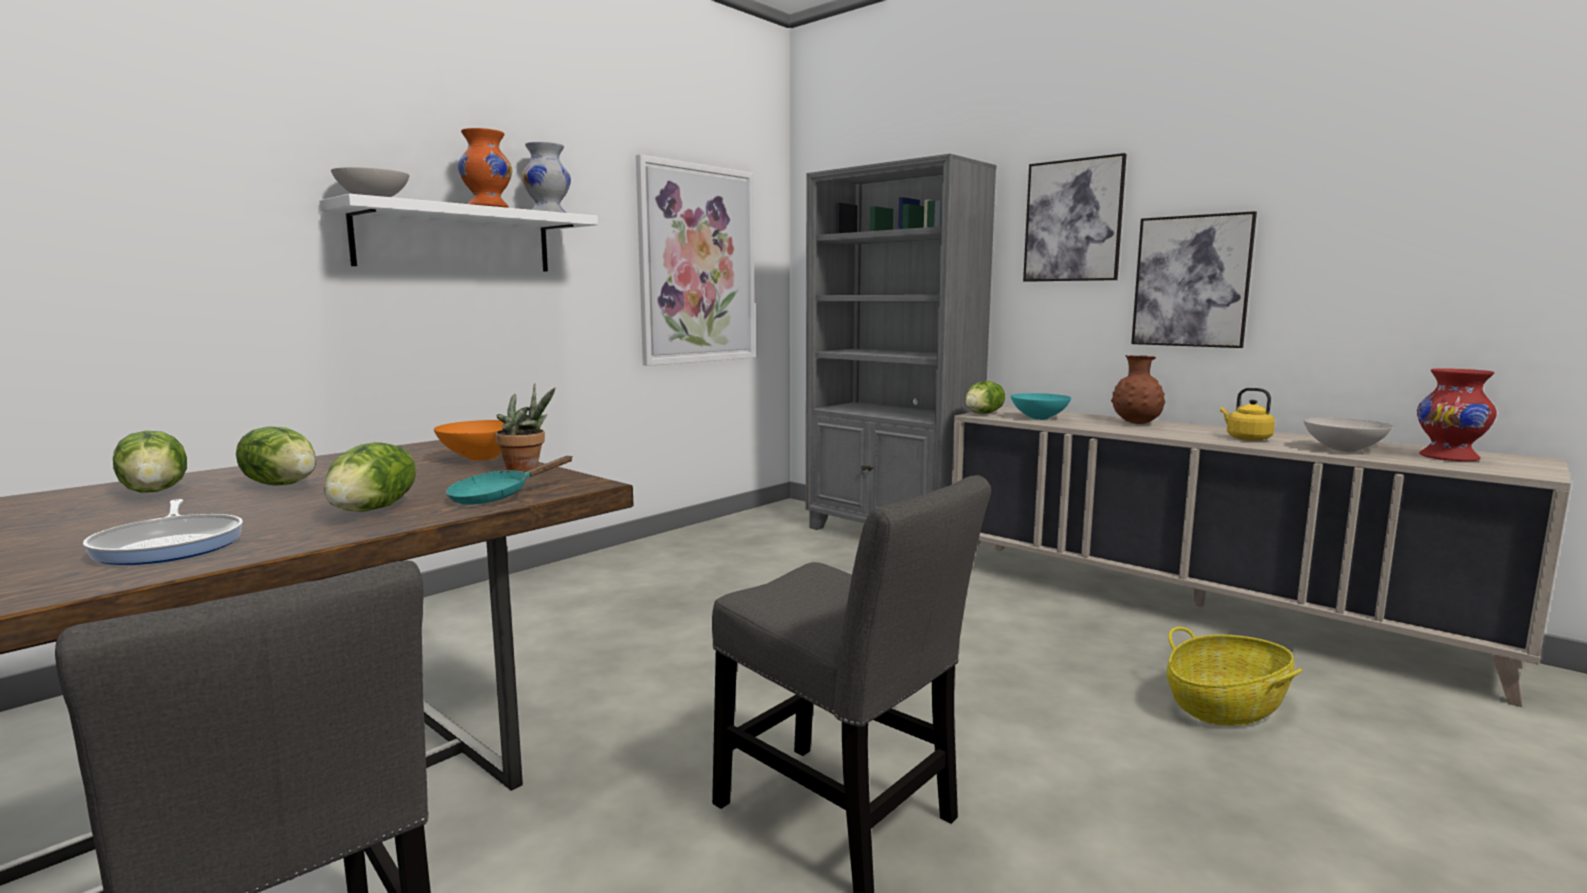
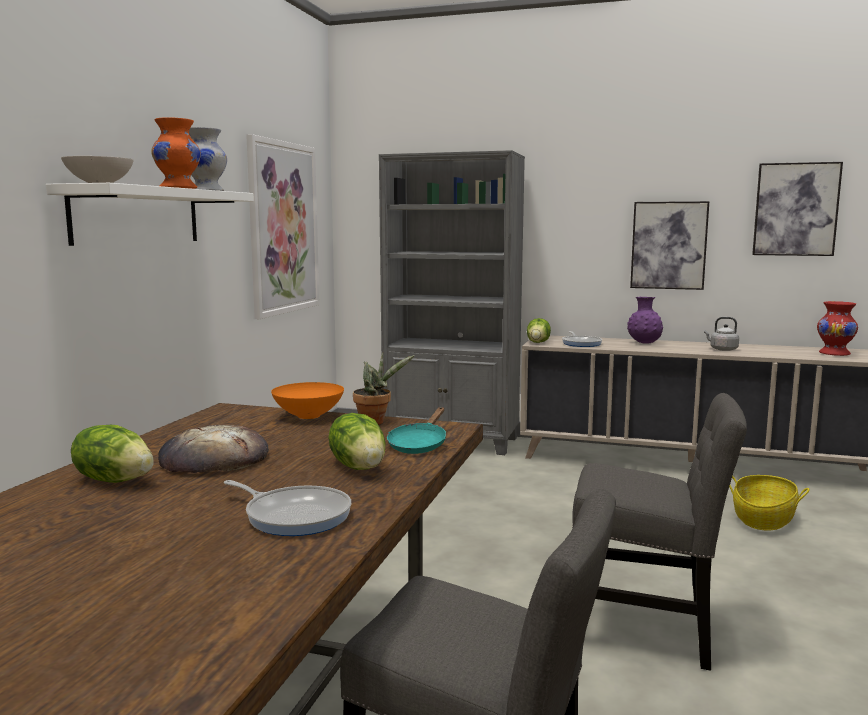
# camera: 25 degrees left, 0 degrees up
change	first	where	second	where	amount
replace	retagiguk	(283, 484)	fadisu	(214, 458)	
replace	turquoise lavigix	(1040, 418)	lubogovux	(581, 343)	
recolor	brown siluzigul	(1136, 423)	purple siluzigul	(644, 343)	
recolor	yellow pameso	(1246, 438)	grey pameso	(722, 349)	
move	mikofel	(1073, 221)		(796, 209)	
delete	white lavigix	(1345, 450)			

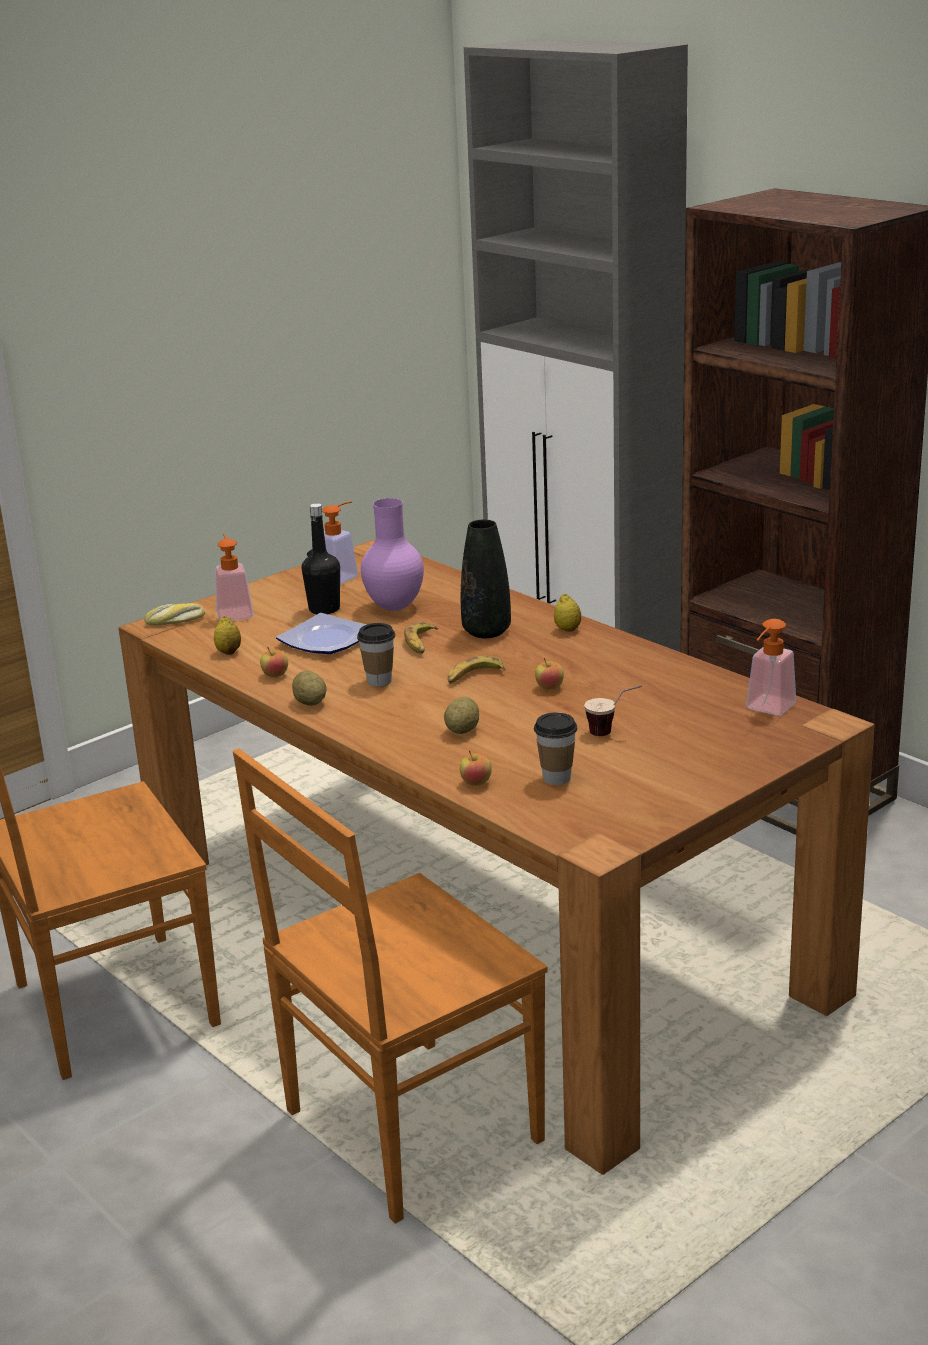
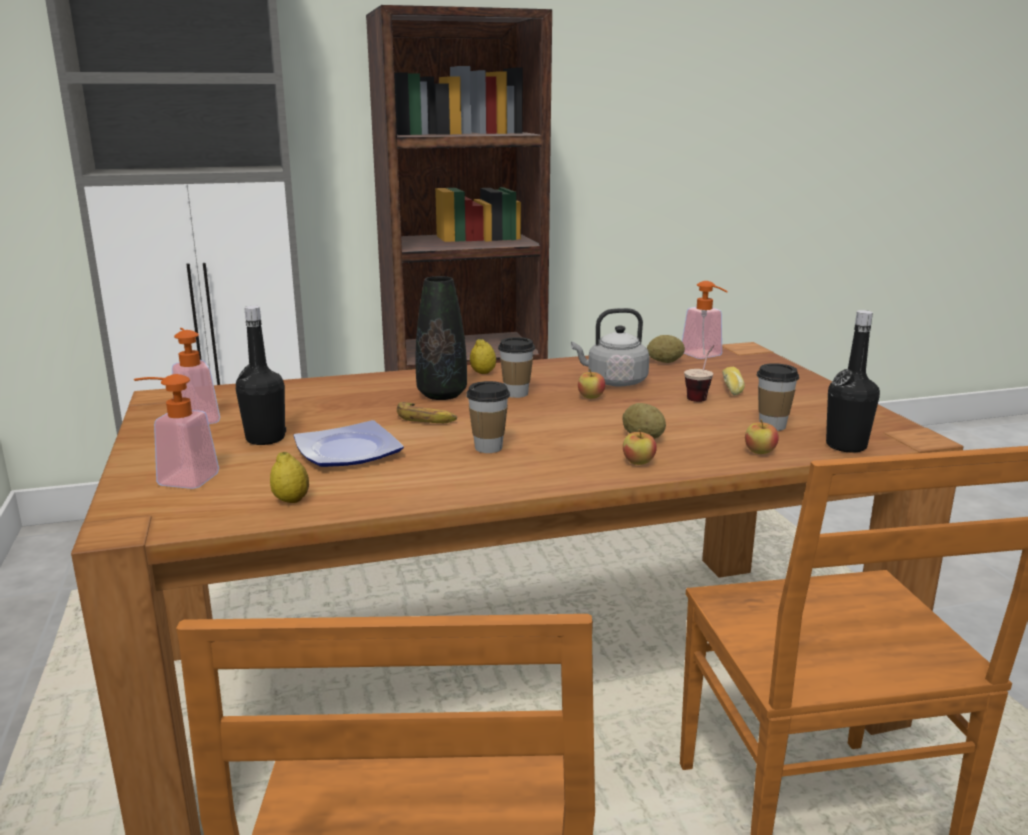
# camera: 65 degrees left, 5 degrees down
change	first	where	second	where	amount
insert			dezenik	(516, 394)	
insert			grey pameso	(613, 382)	
move	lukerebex	(275, 675)		(638, 462)	
move	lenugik	(310, 702)		(664, 362)	
move	fadisu	(175, 621)		(733, 387)	
insert			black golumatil	(846, 446)	
delete	purple siluzigul	(396, 607)			
delete	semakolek	(474, 676)			

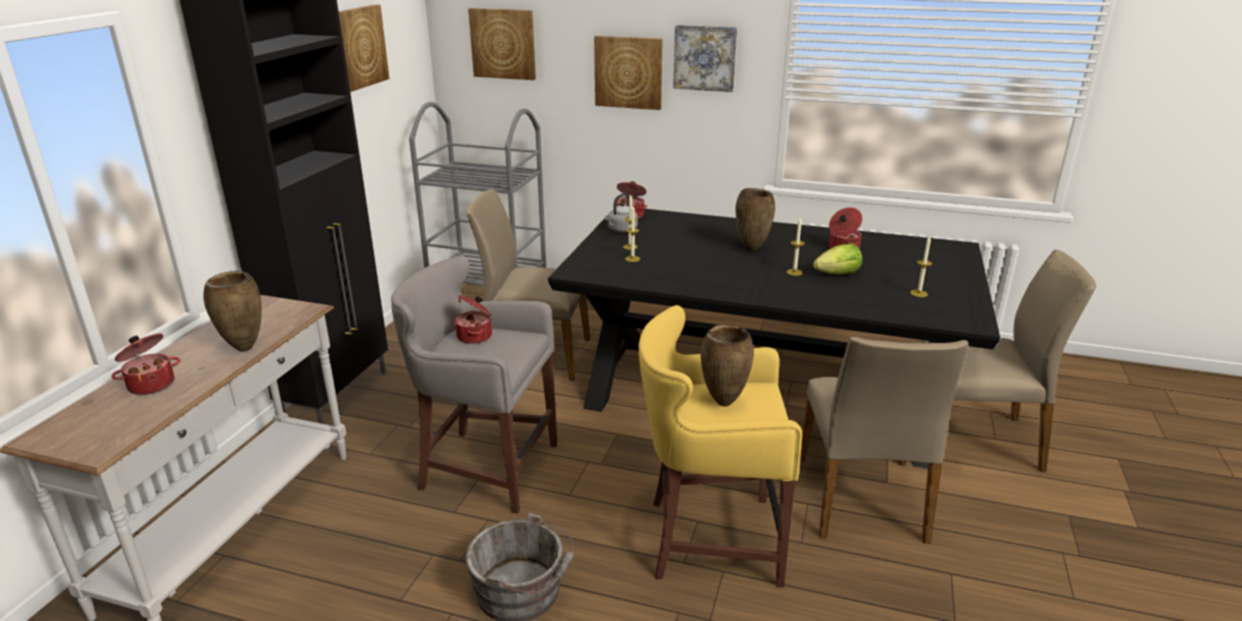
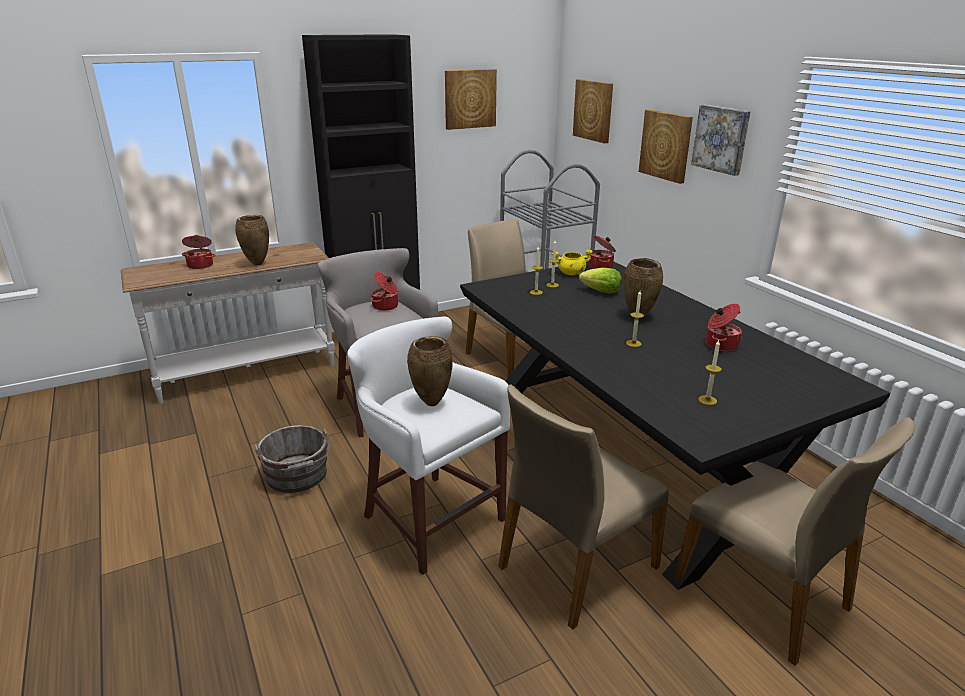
# camera: 45 degrees right, 0 degrees up
change	first	where	second	where	amount
recolor	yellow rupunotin	(709, 539)	white rupunotin	(429, 517)	
replace	grey pameso	(621, 230)	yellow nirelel	(571, 273)	
move	retagiguk	(838, 274)		(601, 292)	

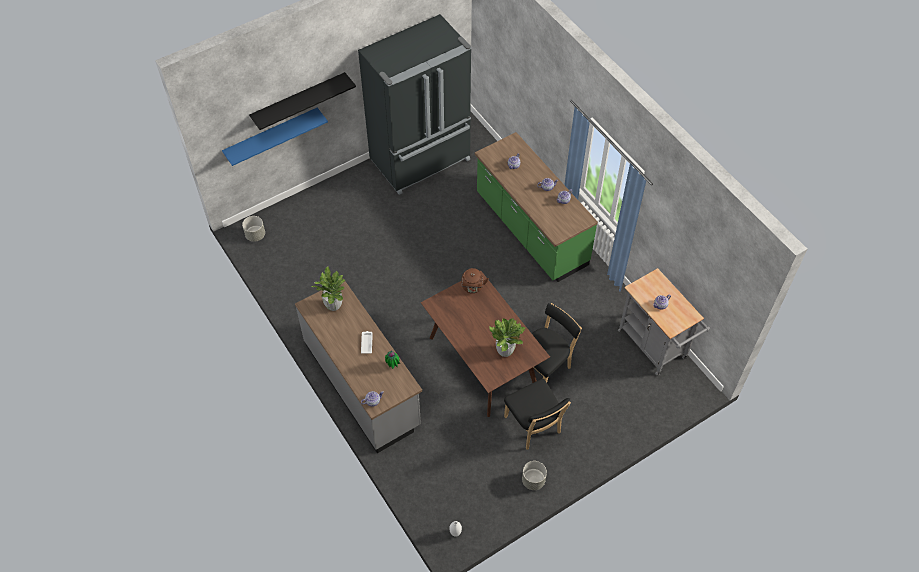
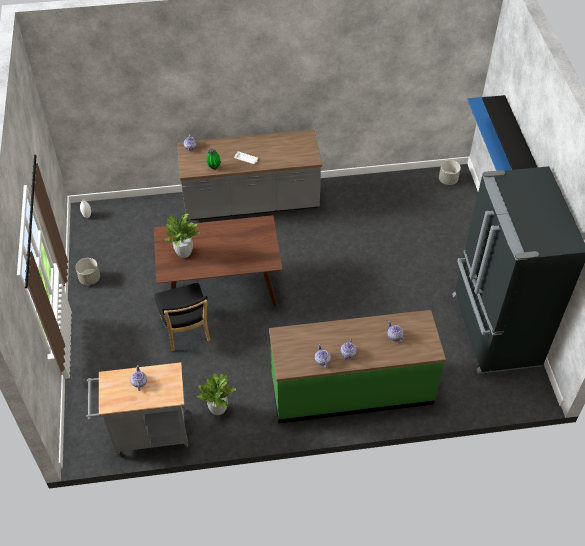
# camera: 115 degrees right, 5 degrees down
change	first	where	second	where	amount
move	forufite	(333, 305)		(218, 409)	
delete	brown pameso	(472, 287)			
delete	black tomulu	(533, 427)			

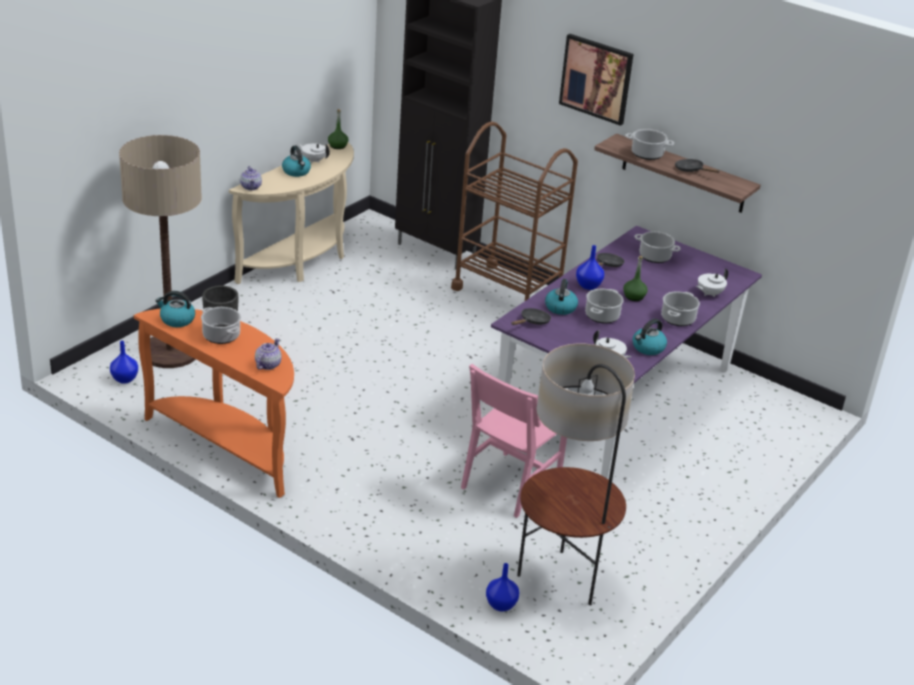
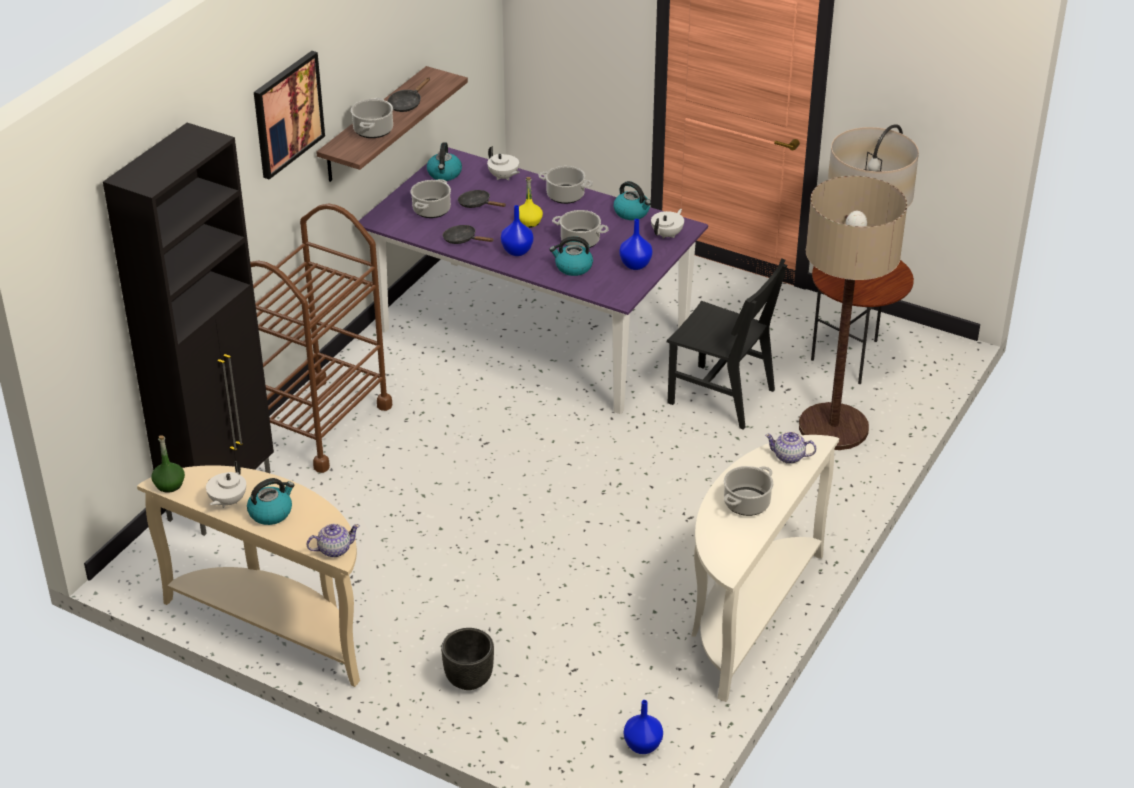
# camera: 95 degrees left, 5 degrees up
change	first	where	second	where	amount
move	pameso	(177, 320)		(444, 174)	
move	black lubogovux	(533, 322)		(477, 204)	
recolor	green golumatil	(634, 296)	yellow golumatil	(529, 222)	
move	blue siluzigul	(500, 605)		(635, 265)	
recolor	pink tomulu	(510, 483)	black tomulu	(721, 396)	
recolor	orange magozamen	(228, 446)	white magozamen	(746, 615)	
move	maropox	(170, 352)		(833, 428)	

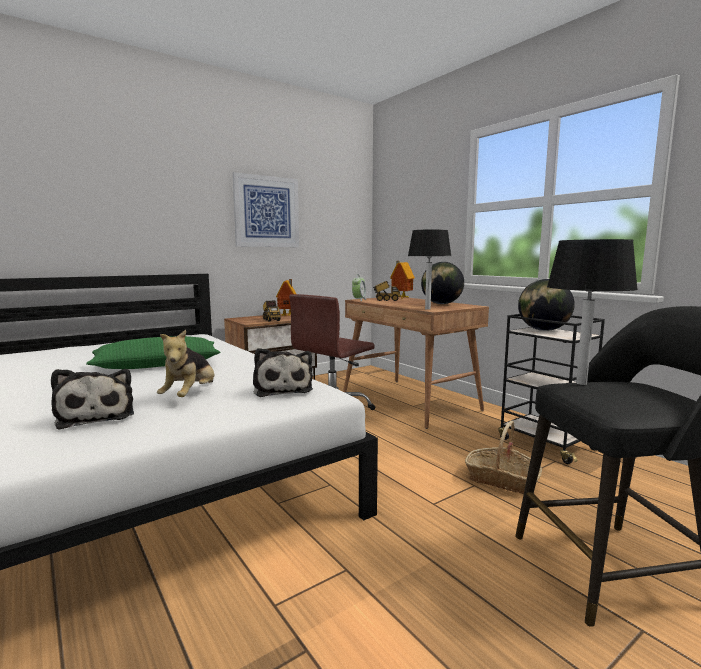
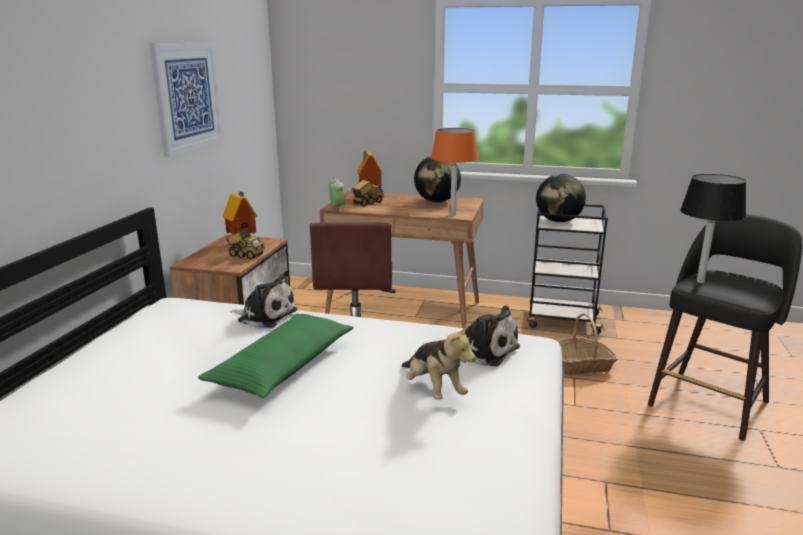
# camera: 40 degrees left, 10 degrees up
change	first	where	second	where	amount
move	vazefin	(96, 416)		(265, 316)	
recolor	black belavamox	(427, 309)	orange belavamox	(453, 215)	

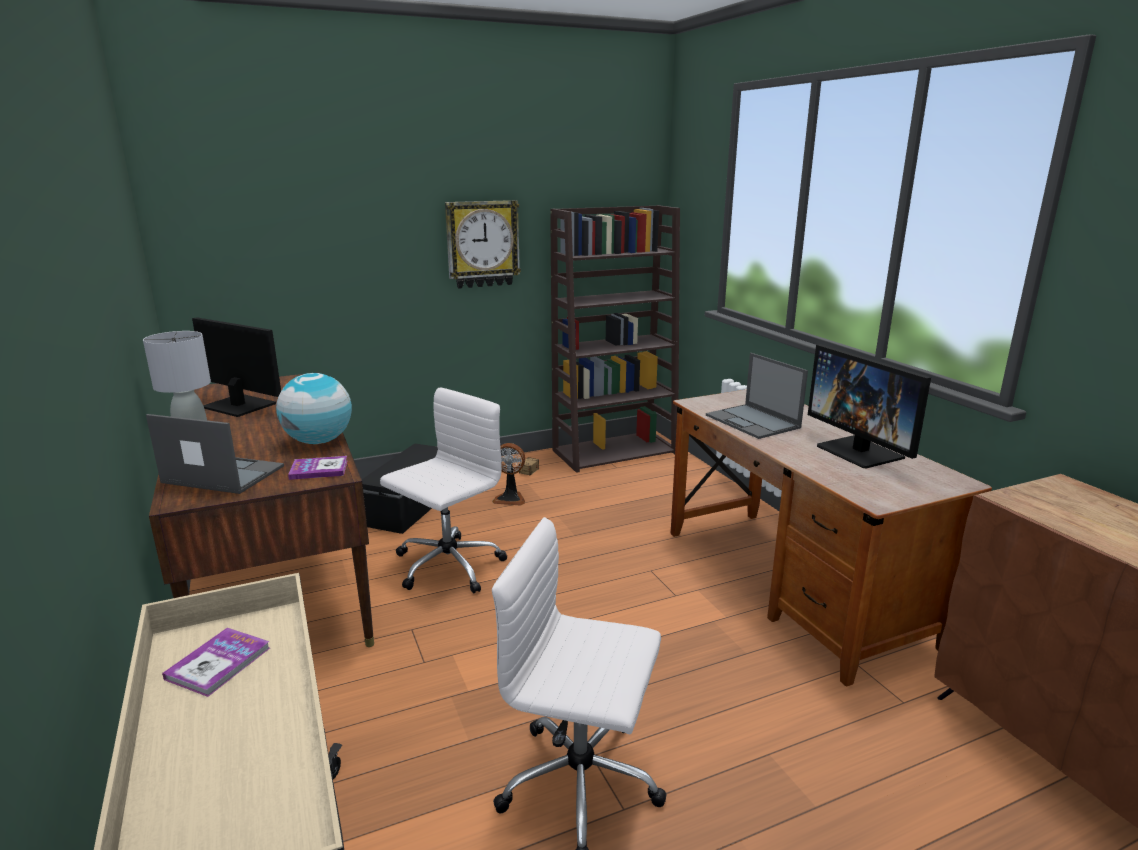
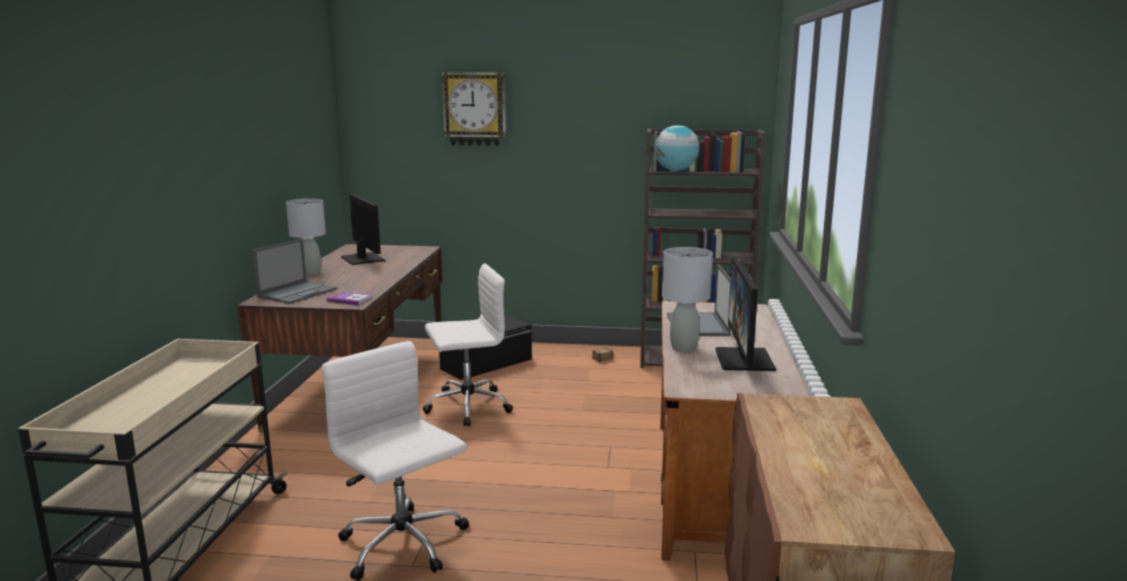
# camera: 30 degrees right, 5 degrees down
change	first	where	second	where	amount
rotate	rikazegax	(222, 474)		(298, 293)	75 degrees clockwise
move	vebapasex	(482, 244)		(475, 109)	
move	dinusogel	(319, 441)		(676, 170)	
insert			grey belavamox	(683, 348)	
delete	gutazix	(218, 663)			
delete	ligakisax	(510, 498)			

